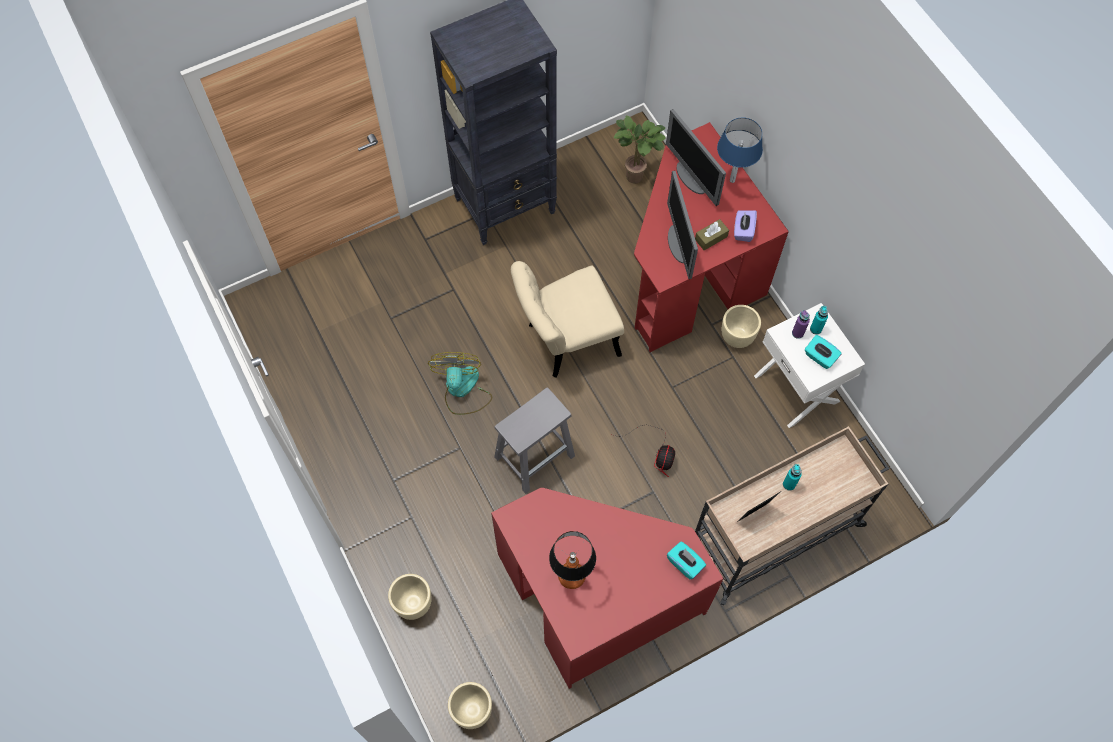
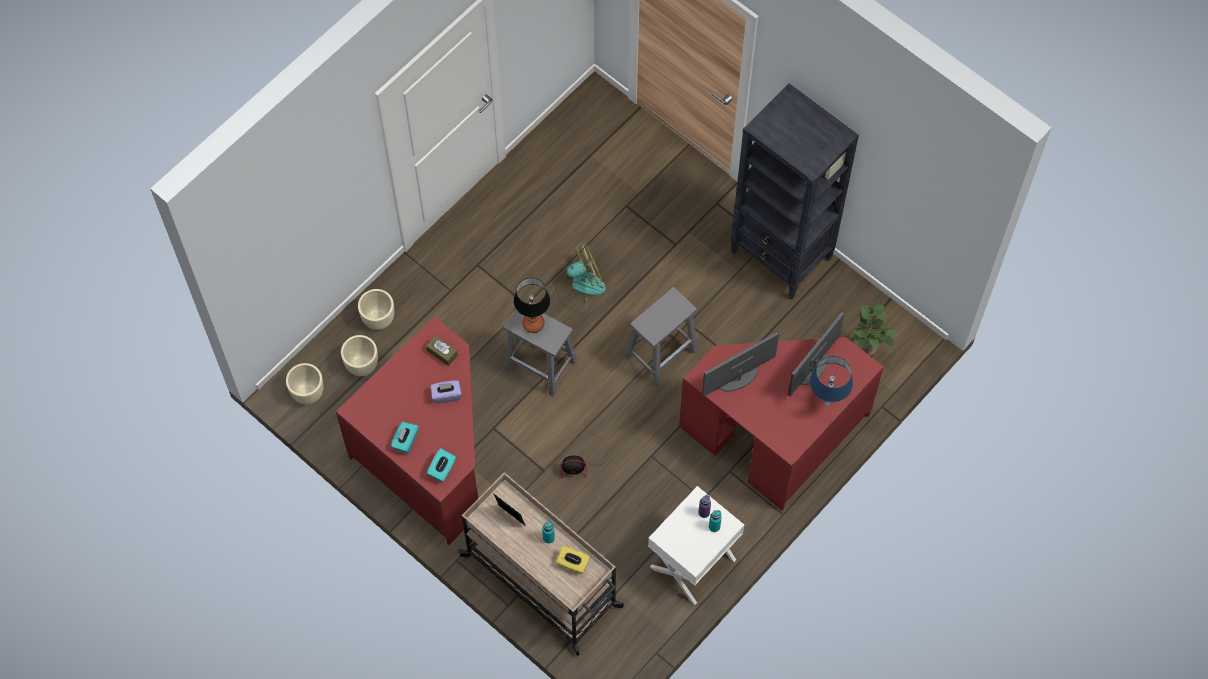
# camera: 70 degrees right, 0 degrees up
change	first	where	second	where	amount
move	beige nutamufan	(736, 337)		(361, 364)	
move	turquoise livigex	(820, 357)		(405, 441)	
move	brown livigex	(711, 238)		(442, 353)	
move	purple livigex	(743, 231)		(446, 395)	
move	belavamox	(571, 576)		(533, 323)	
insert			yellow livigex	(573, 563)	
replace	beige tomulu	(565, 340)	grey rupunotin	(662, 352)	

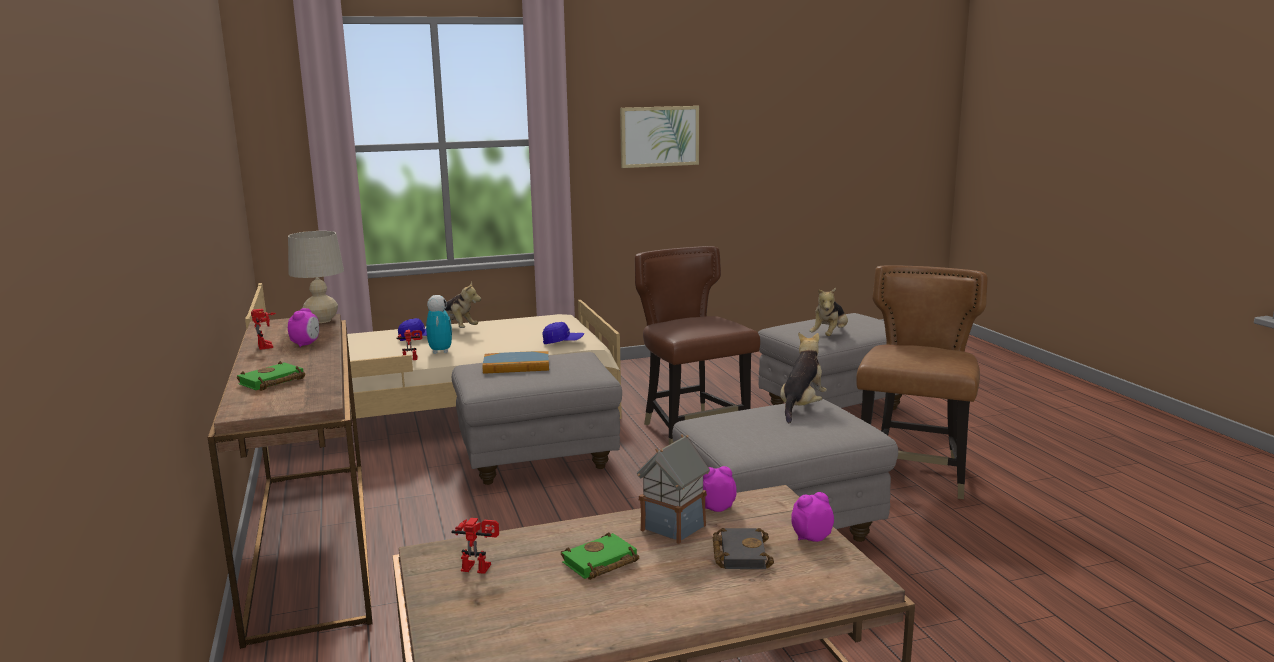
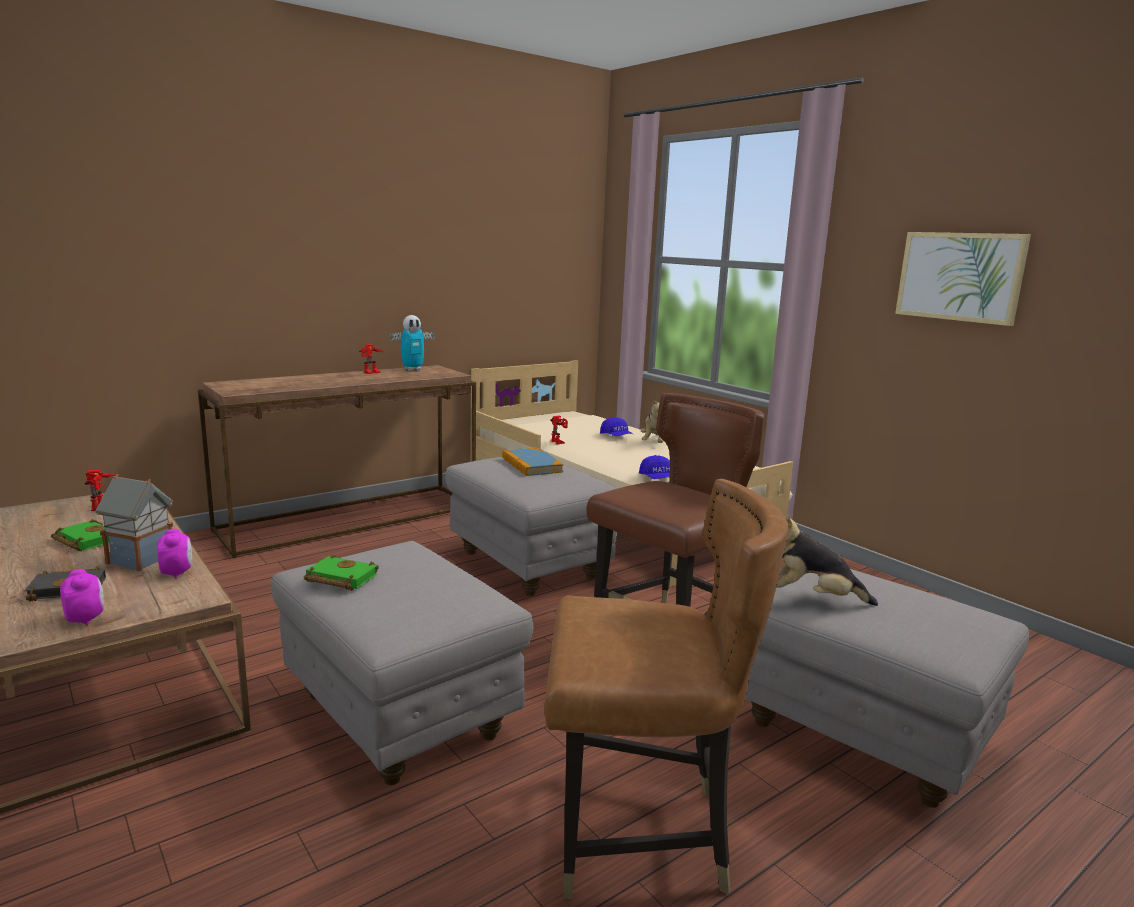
# camera: 70 degrees right, 0 degrees up
change	first	where	second	where	amount
move	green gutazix	(271, 382)		(339, 579)	
move	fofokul	(440, 351)		(412, 369)	
delete	beige belavamox	(322, 321)			
delete	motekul	(306, 344)			
delete	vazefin	(801, 407)			

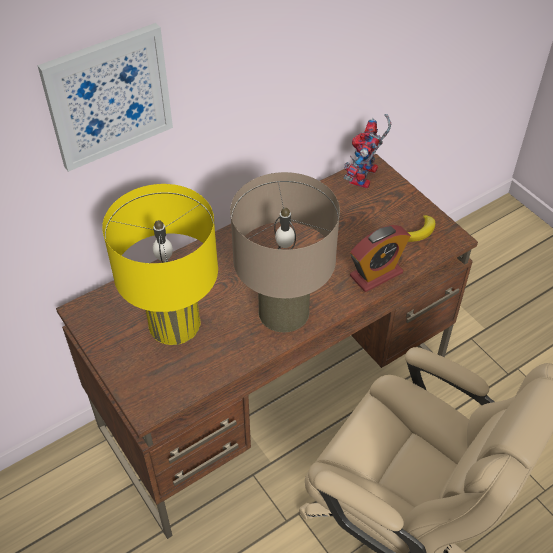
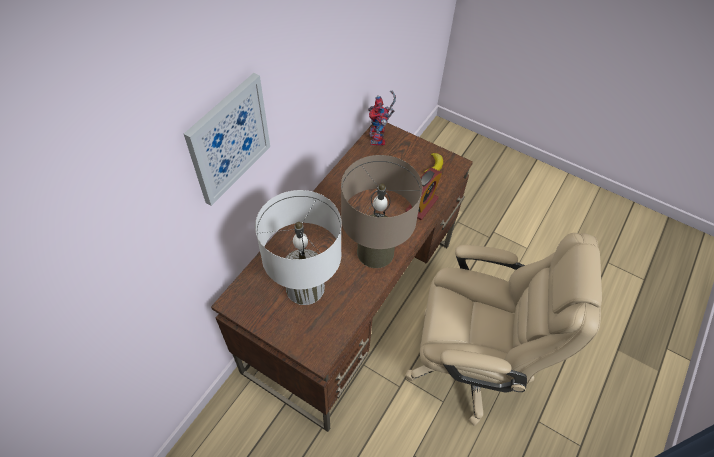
# camera: 25 degrees left, 5 degrees up
change	first	where	second	where	amount
recolor	yellow belavamox	(174, 324)	white belavamox	(305, 287)	

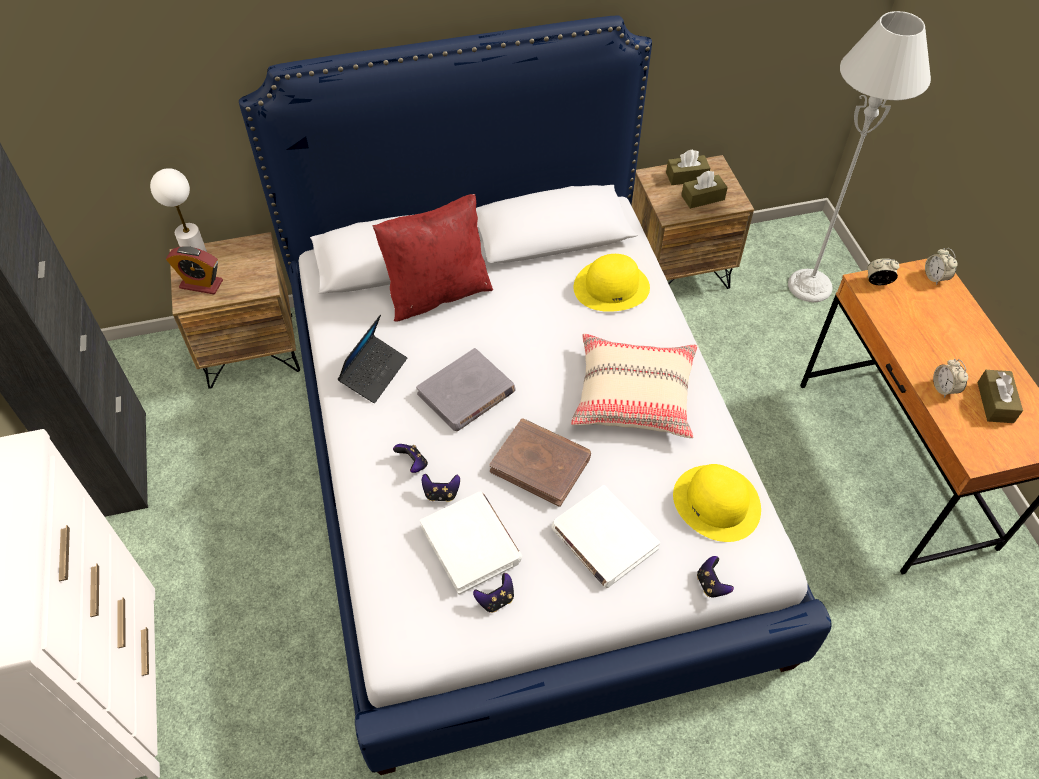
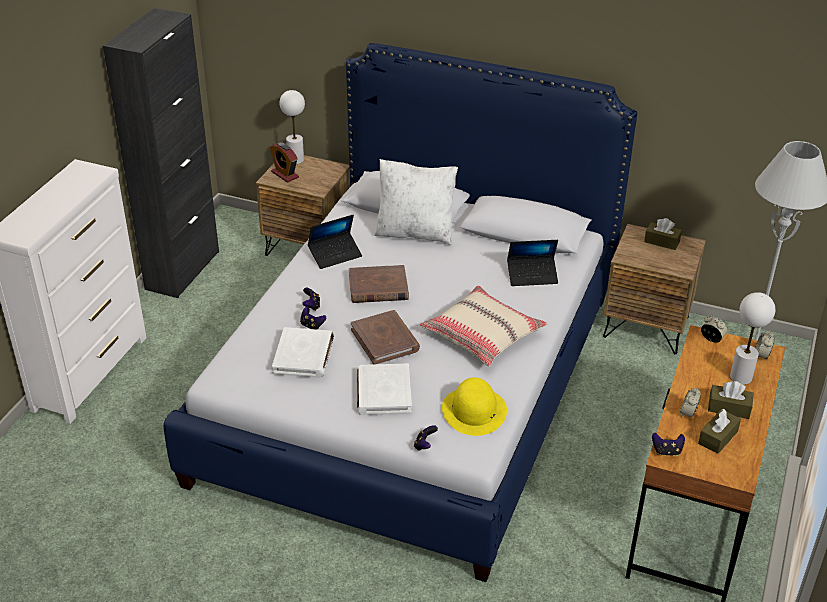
# camera: 35 degrees right, 15 degrees down
change	first	where	second	where	amount
recolor	grey gutazix	(466, 393)	brown gutazix	(378, 287)	
recolor	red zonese	(437, 292)	white zonese	(415, 232)	
replace	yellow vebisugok	(611, 286)	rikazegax	(532, 276)	
move	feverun	(496, 599)		(667, 451)	
move	brown livigex	(702, 198)		(729, 408)	
insert			white belavamox	(740, 377)	

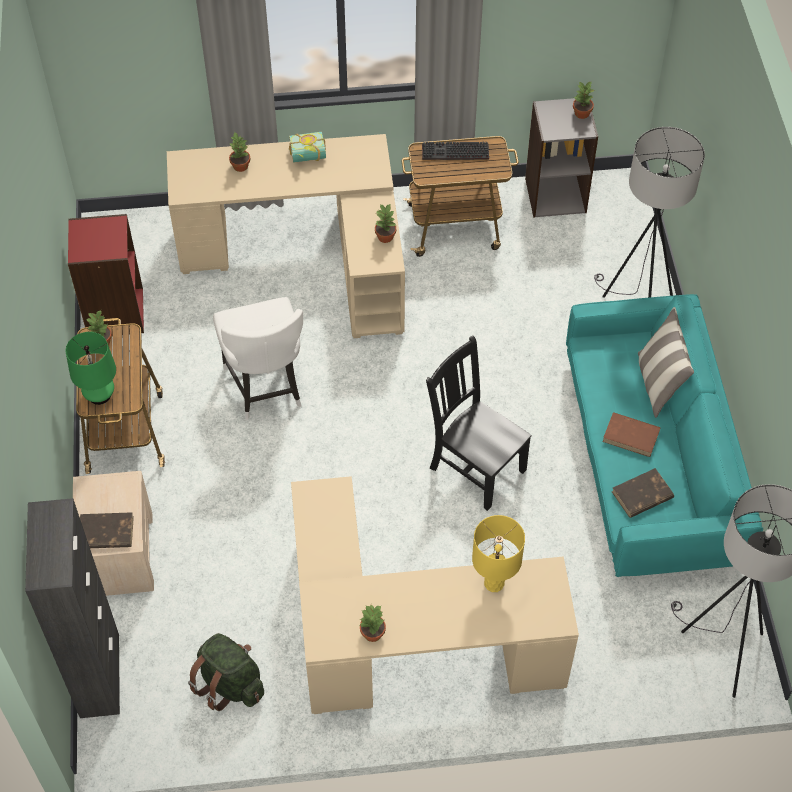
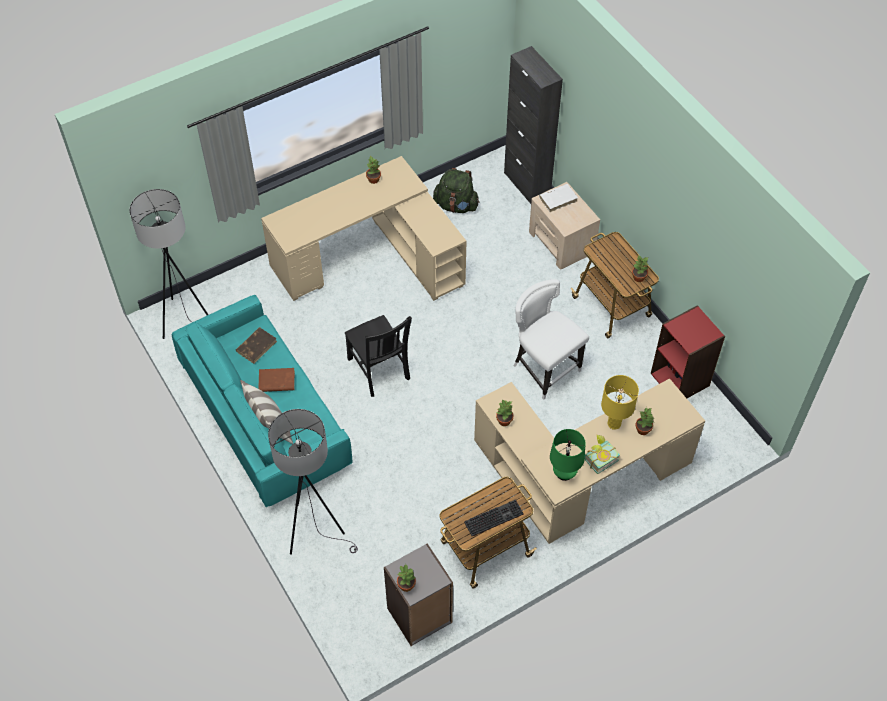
# camera: 155 degrees right, 0 degrees up
change	first	where	second	where	amount
rotate	black tomulu	(475, 467)		(379, 370)	45 degrees clockwise
recolor	brown gutazix	(105, 533)	white gutazix	(558, 199)	
move	green belavamox	(99, 395)		(564, 473)	
move	yellow belavamox	(494, 583)		(614, 423)	

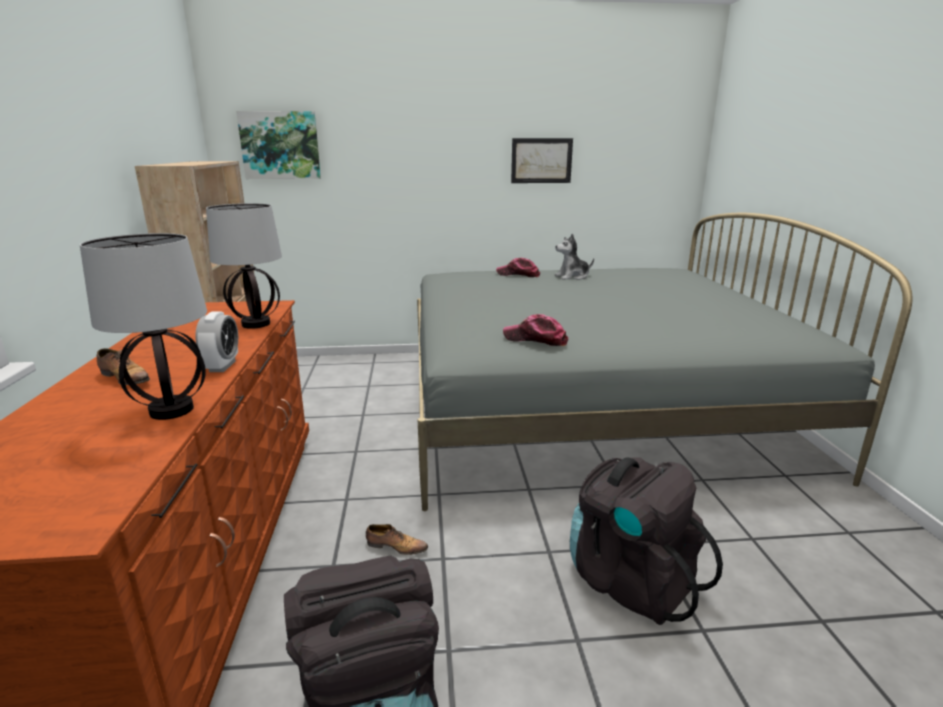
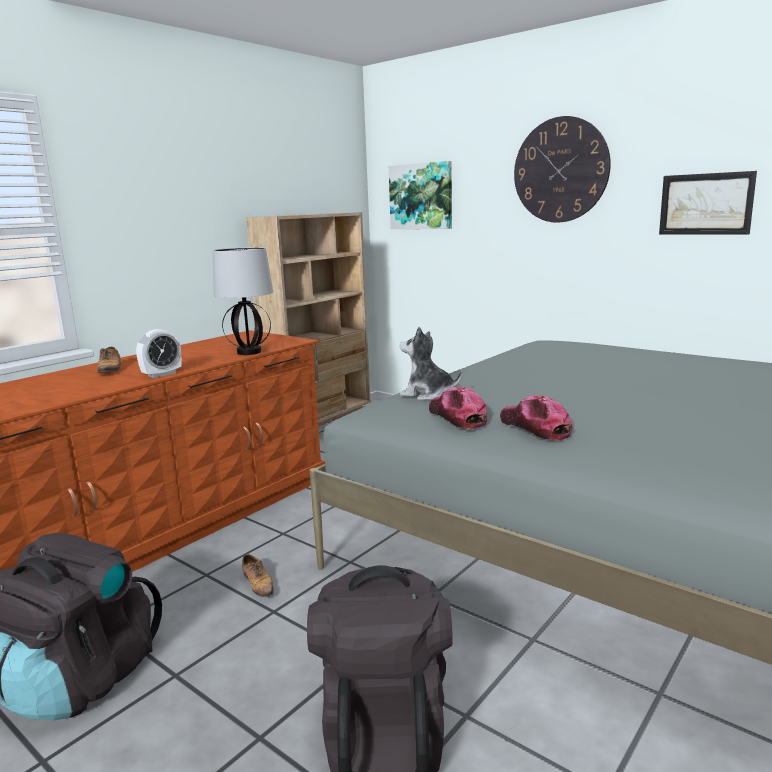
# camera: 45 degrees right, 5 degrees down
change	first	where	second	where	amount
move	vazefin	(572, 277)		(428, 394)	
move	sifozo	(518, 274)		(535, 427)	
insert			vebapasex	(560, 170)	
delete	belavamox	(171, 410)			

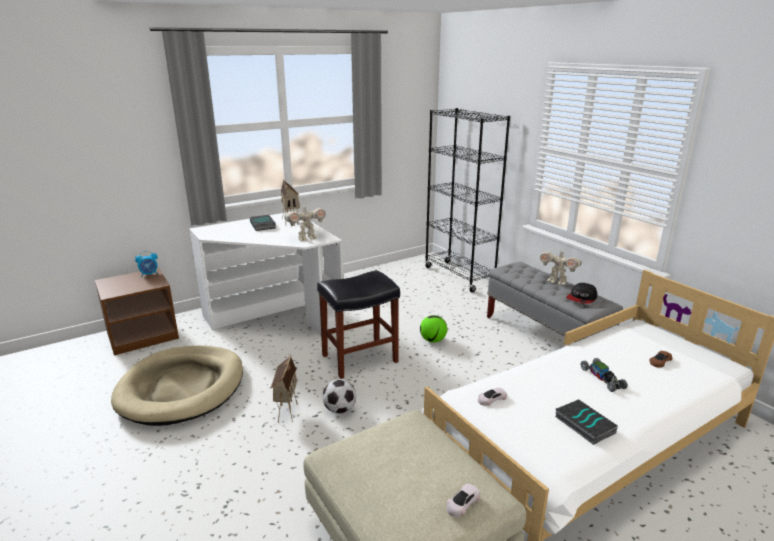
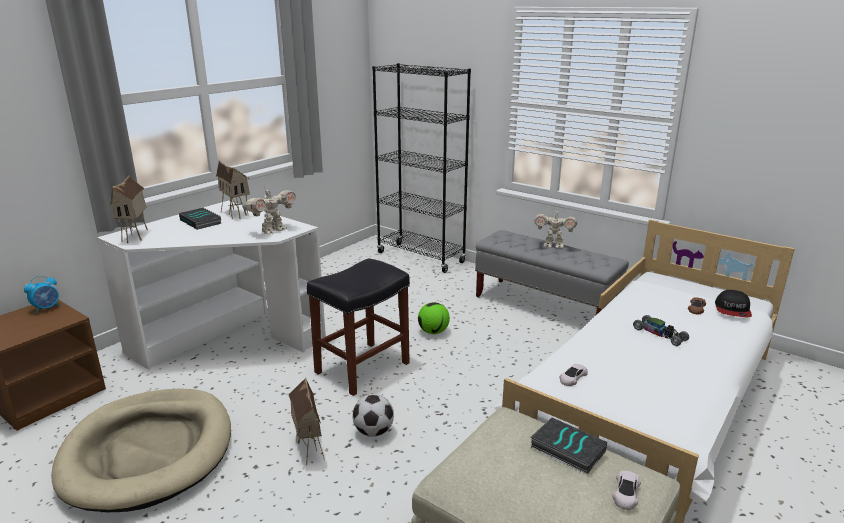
# camera: 20 degrees left, 0 degrees up
change	first	where	second	where	amount
insert			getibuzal	(136, 236)	
move	gutazix	(583, 425)		(566, 449)	
move	sifozo	(582, 298)		(732, 310)	

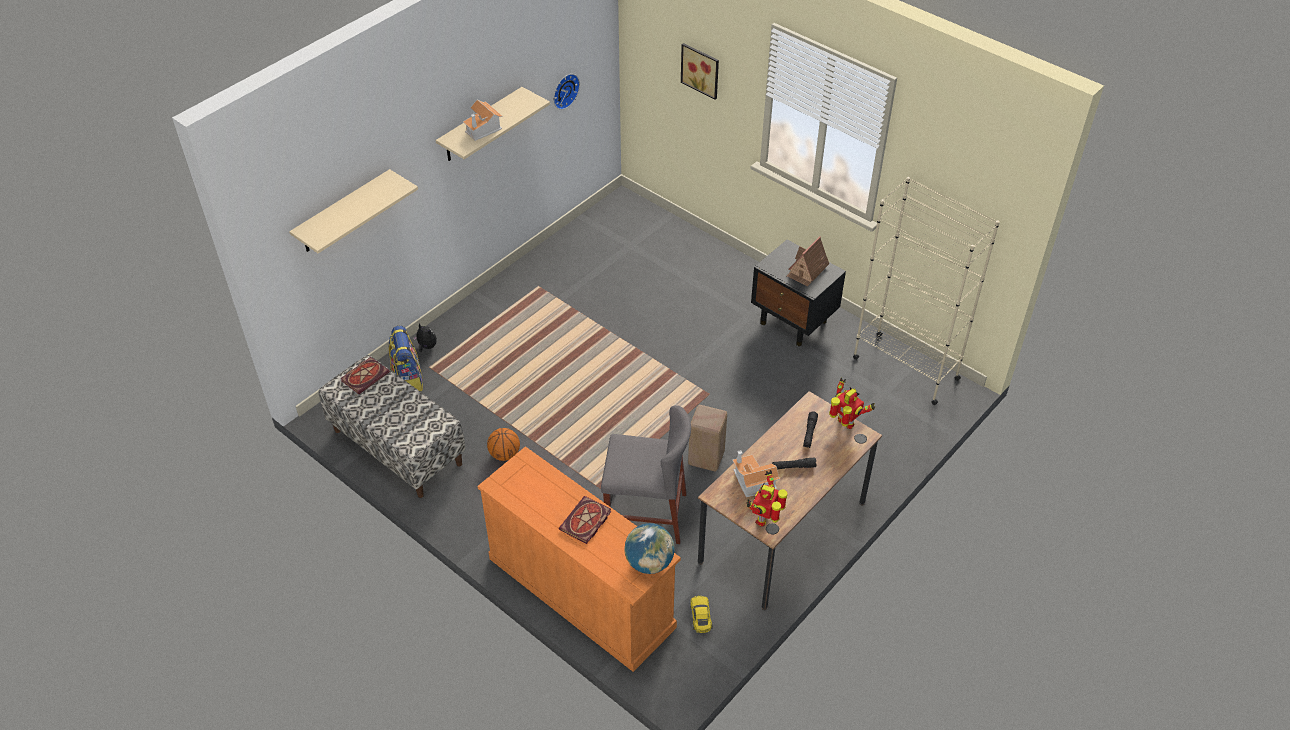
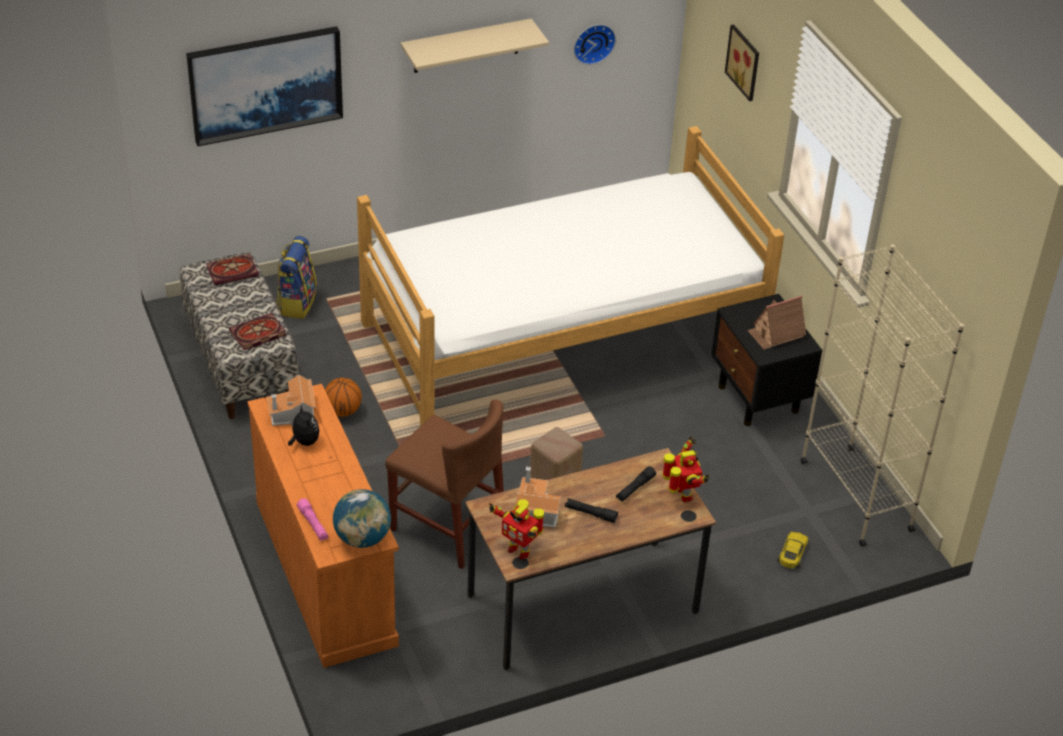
# camera: 25 degrees right, 5 degrees down
change	first	where	second	where	amount
replace	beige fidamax	(343, 212)	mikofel	(265, 84)	
move	gutazix	(585, 522)		(257, 334)	
move	getibuzal	(483, 128)		(293, 413)	
move	vazefin	(426, 347)		(304, 442)	
insert			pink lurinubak	(313, 524)	
insert			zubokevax	(562, 341)	
recolor	grey tomulu	(646, 514)	brown tomulu	(447, 526)	
rotate	fofokul	(764, 519)		(519, 550)	105 degrees counterclockwise
move	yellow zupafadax	(700, 617)		(792, 554)	

